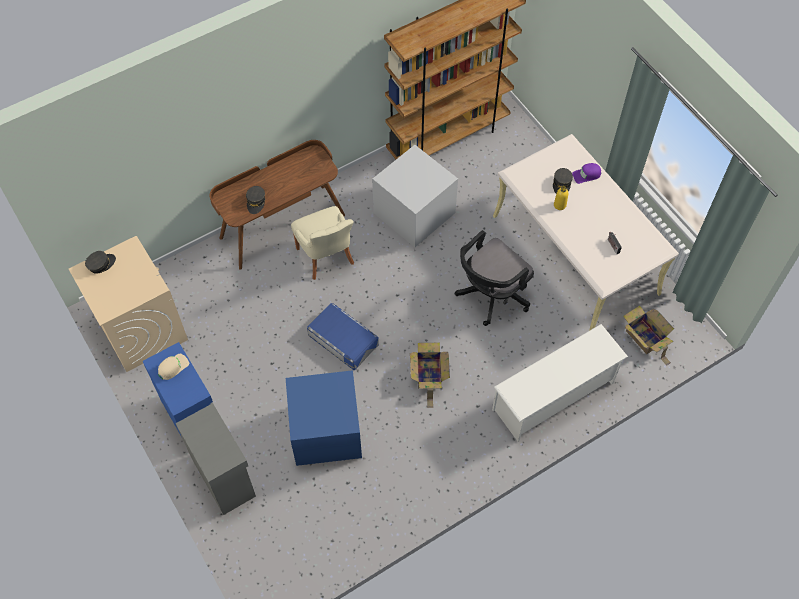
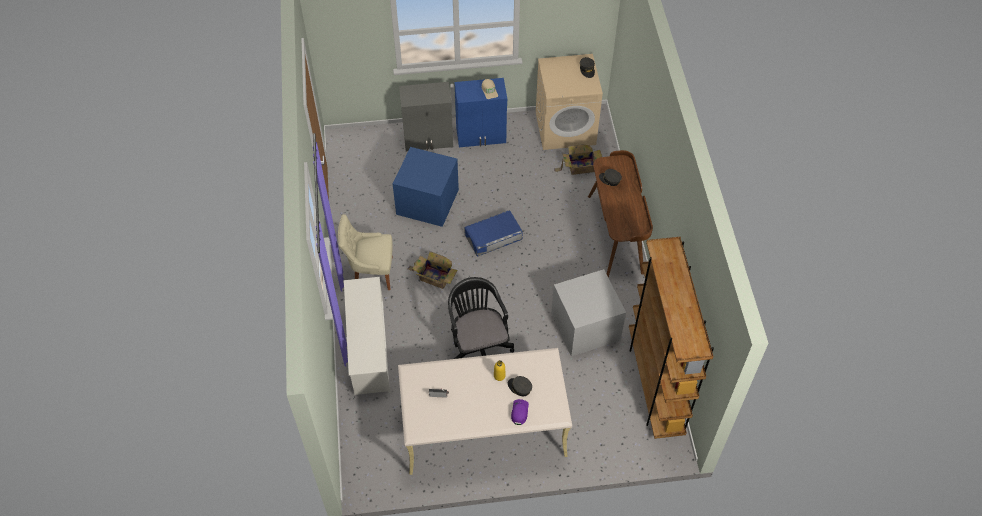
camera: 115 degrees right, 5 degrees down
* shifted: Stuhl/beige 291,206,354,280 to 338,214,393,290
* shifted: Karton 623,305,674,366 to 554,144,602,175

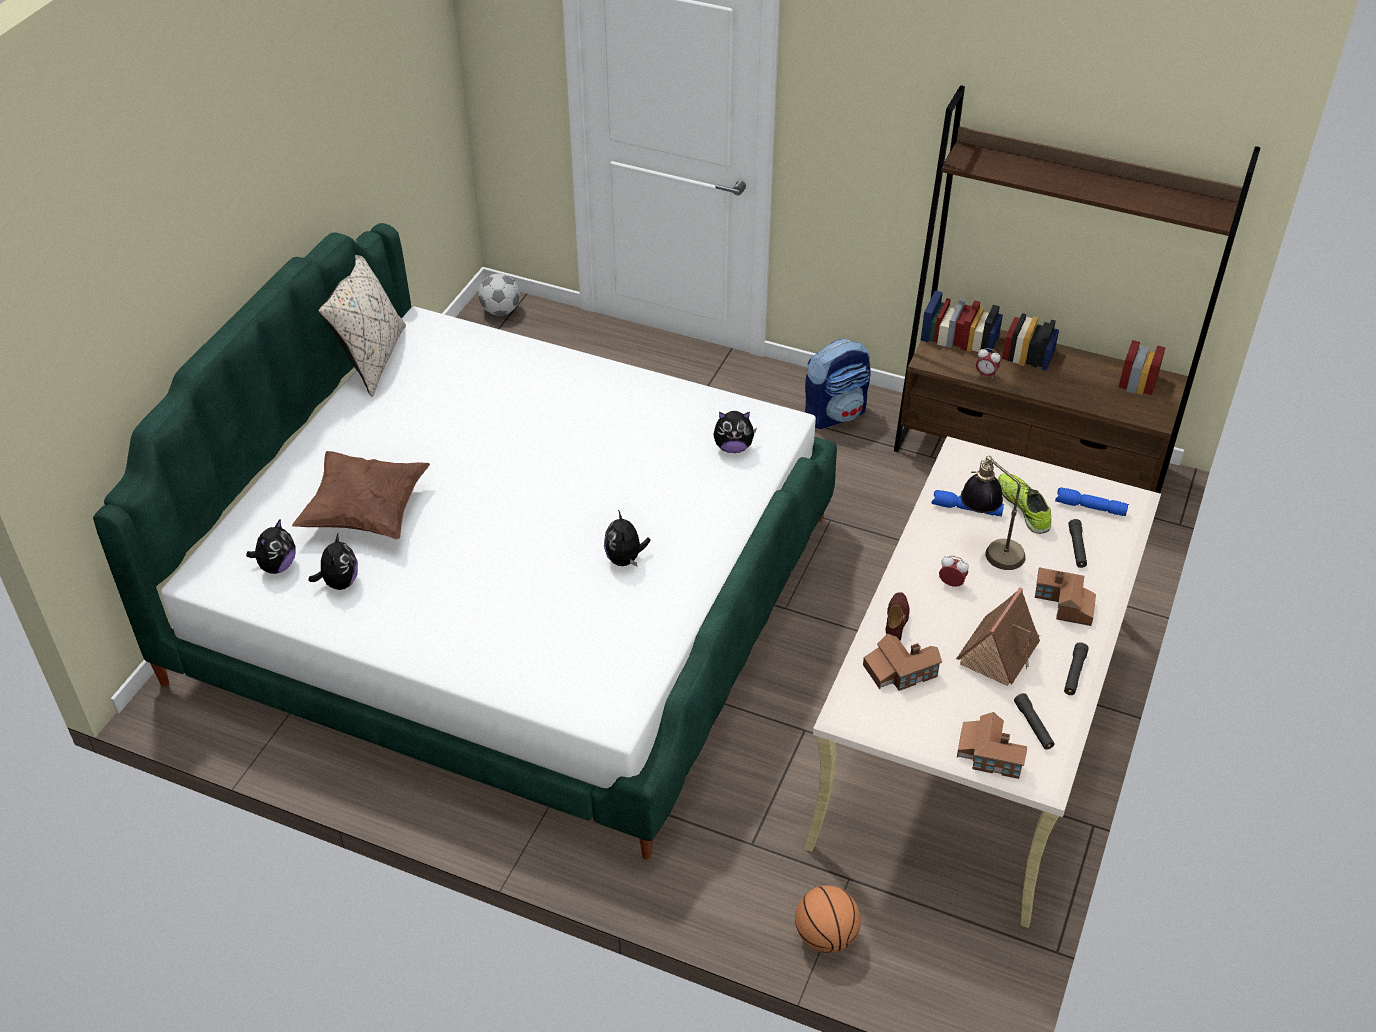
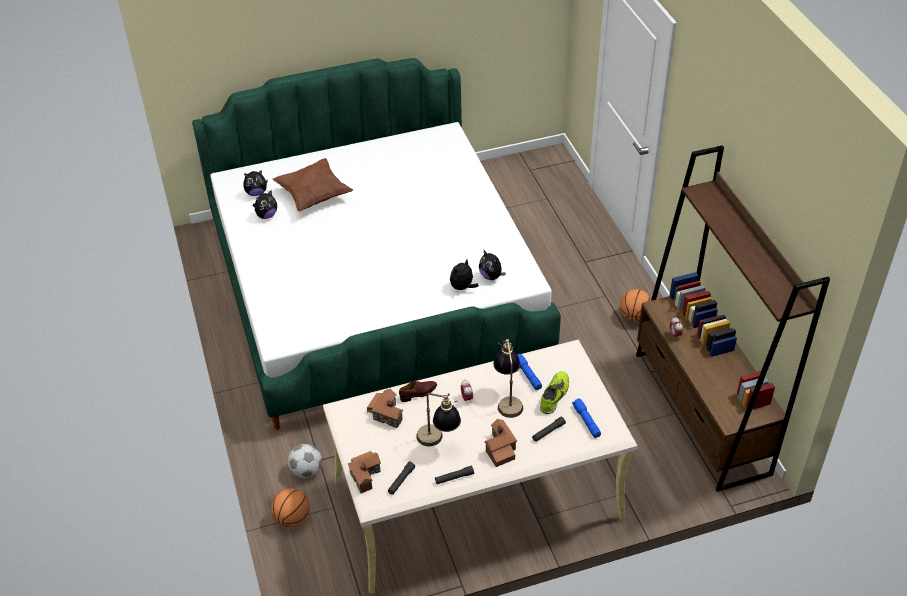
camera: 50 degrees right, 0 degrees up
* shifted: Fußball 478,273,520,315 to 288,444,322,478
* swapped: Spielzeughaus 956,587,1040,686 to Tischlampe 416,393,461,446
* shifted: Plüschtier 604,510,651,567 to 450,259,479,290
* swapped: Rucksack 805,339,871,429 to Basketball 620,289,651,322
* gone: Kissen/beige 318,240,406,397

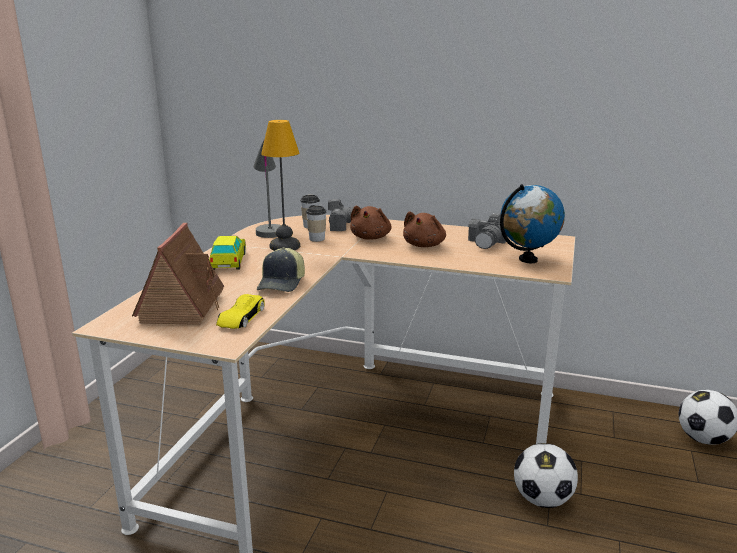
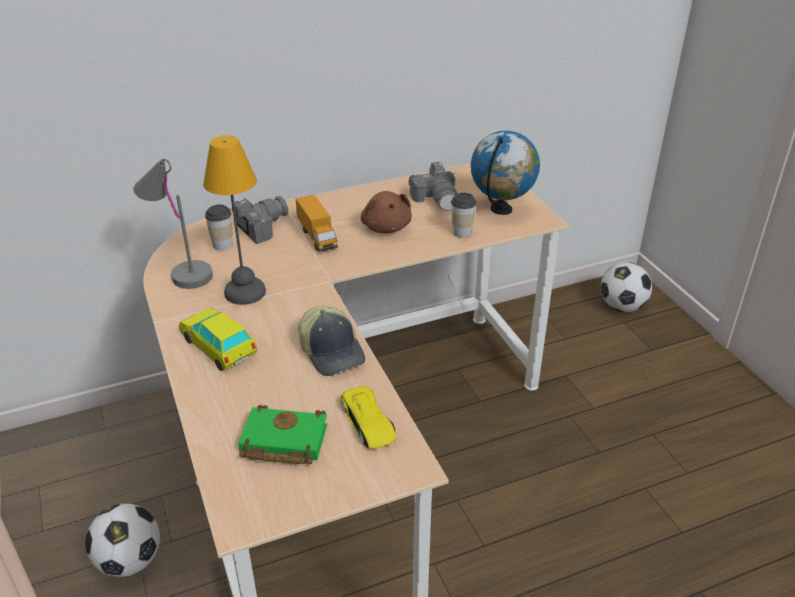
camera: 40 degrees left, 15 degrees up
* shifted: Fußball 514,443,578,508 to 85,504,160,577
* swapped: Spielzeughaus 132,223,224,325 to Buch/grün 238,405,327,464
* swapped: Plüschtier/braun 350,206,392,240 to Spielzeuglaster 296,195,338,252
* shifted: Tasse 306,205,327,242 to 451,193,477,238

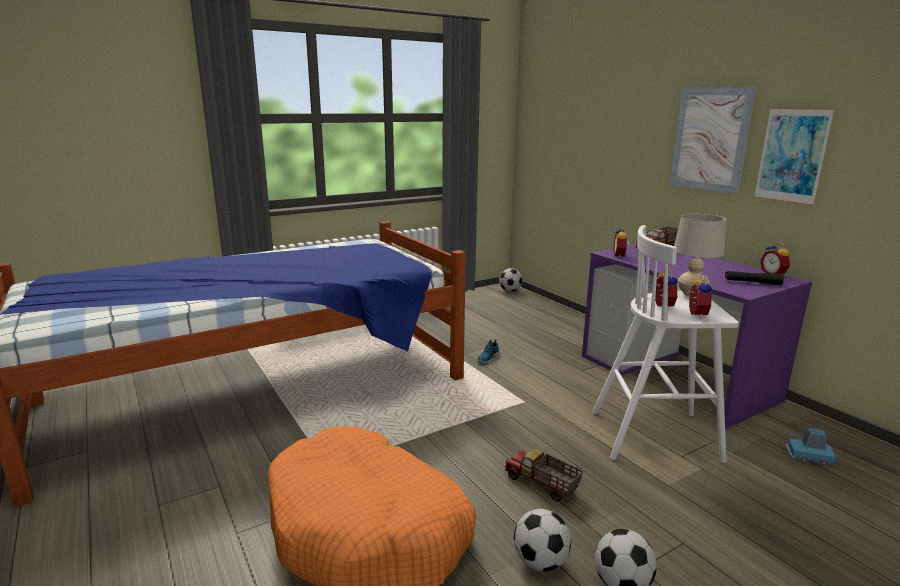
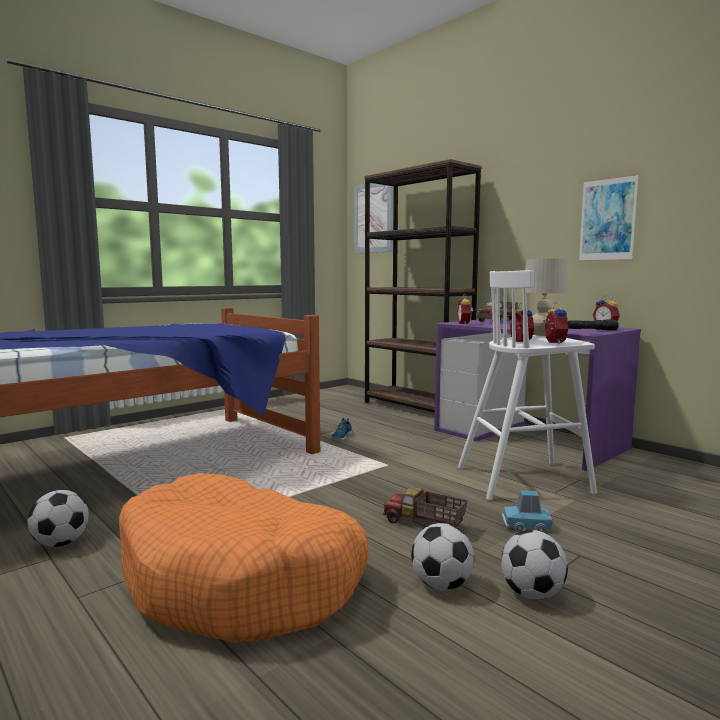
camera: 10 degrees left, 10 degrees down
* shifted: Fußball 499,268,522,292 to 27,490,89,547
* shifted: Bild 670,87,756,194 to 354,183,393,253
* new: Bücherregal/braun 365,159,482,413
* shifted: Spielzeugauto/blau 786,428,836,466 to 502,490,552,532

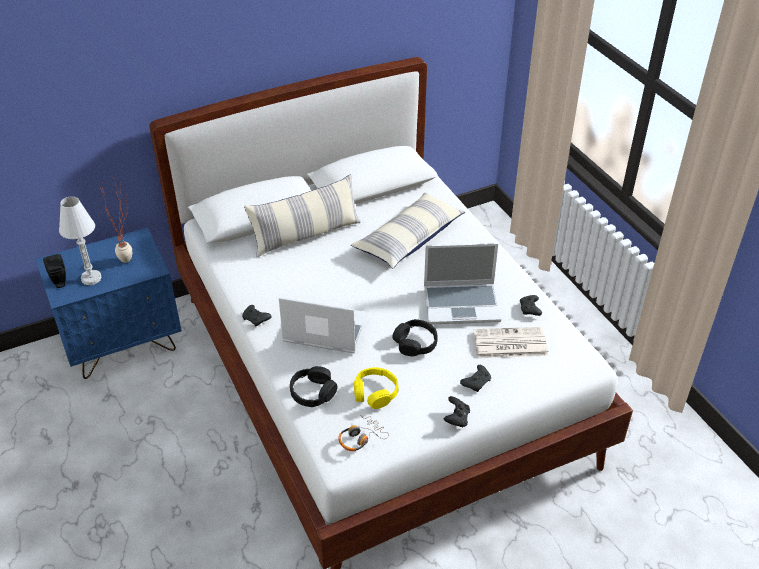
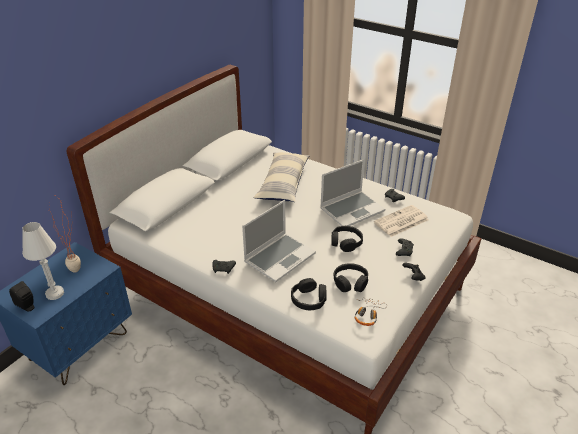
camera: 30 degrees left, 5 degrees down
* rotated: Laptop 279,297,368,353 = 242,200,316,282 150 degrees clockwise
* repainted: Kopfhörer/gelb 354,367,399,409 to Kopfhörer/schwarz 334,263,368,292
* gone: Kissen 244,174,361,257

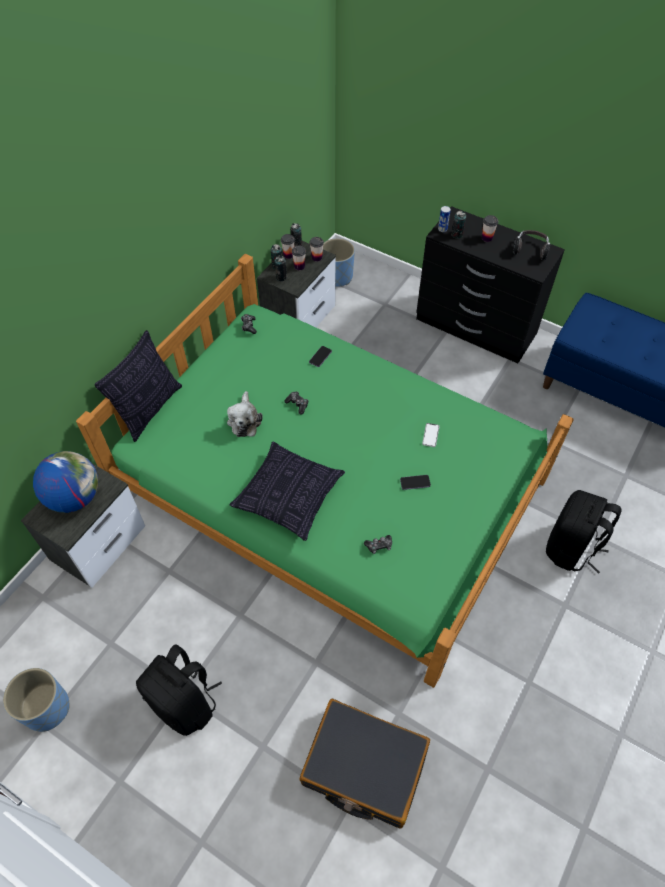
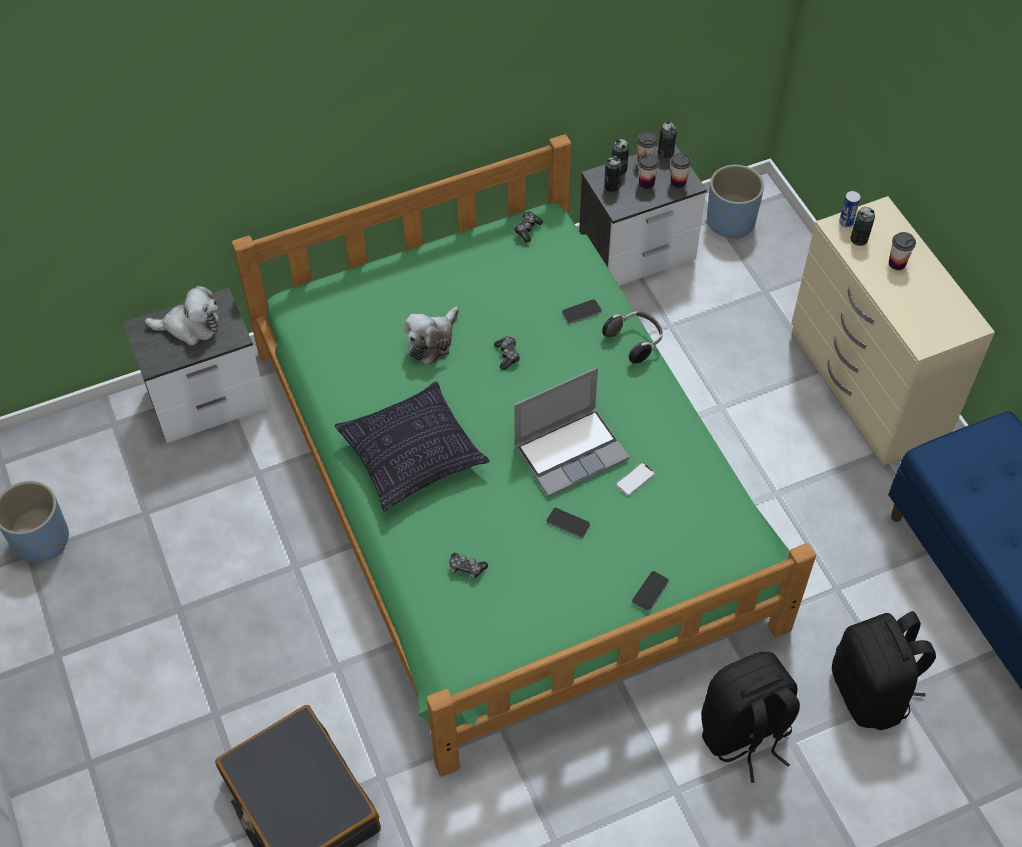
camera: 35 degrees right, 0 degrees up
* swapped: Globus 33,451,98,513 to Plüschtier 145,286,219,346
* new: Laptop 514,367,630,497
* shifted: Kopfhörer 513,230,551,260 to 602,311,663,364
* new: Handy 632,571,669,611
* repainted: Kommode/schwarz 416,206,565,363 to Kommode/beige 791,196,995,466
* shifted: Rucksack/schwarz 136,644,222,736 to 832,611,936,730
* gone: Kissen 94,330,182,442

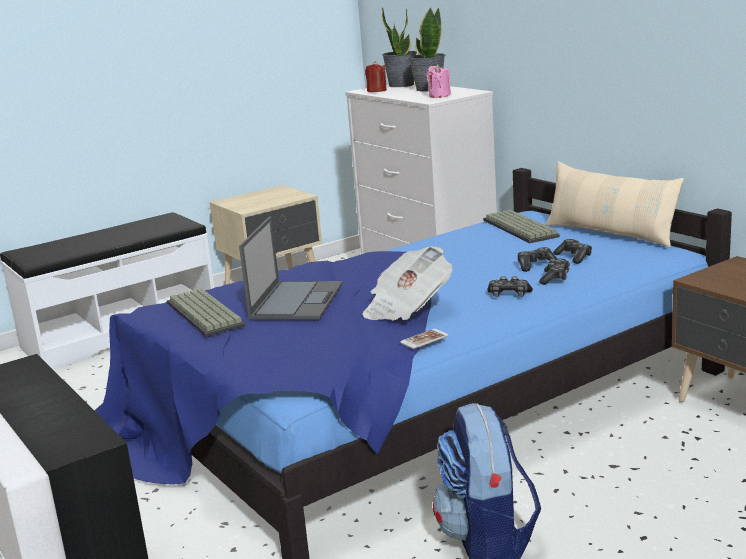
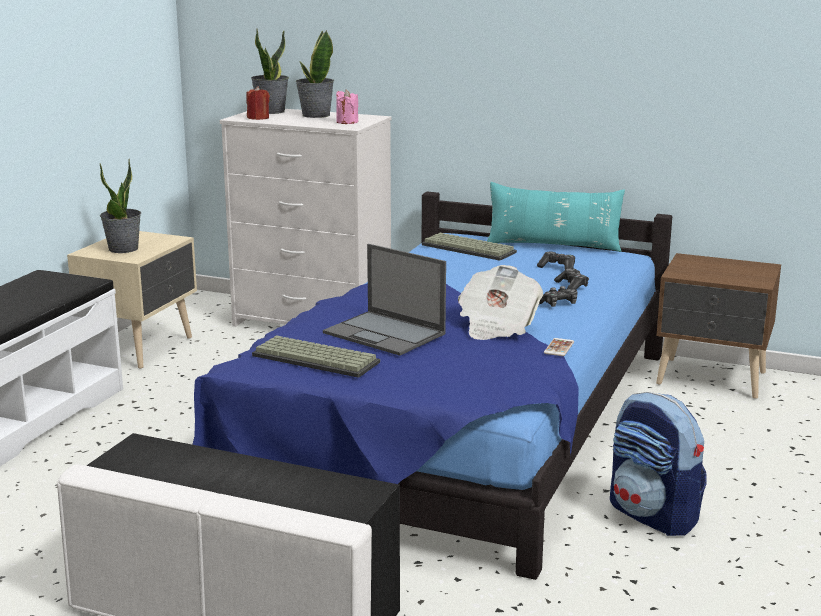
camera: 35 degrees left, 0 degrees up
* new: Topfpflanze 100,159,141,253
* rotated: Laptop 239,216,343,319 = 323,244,446,356 150 degrees clockwise
* repainted: Kissen/beige 545,161,684,248 to Kissen/türkis 487,182,625,252
* gone: Gamepad 518,247,557,272

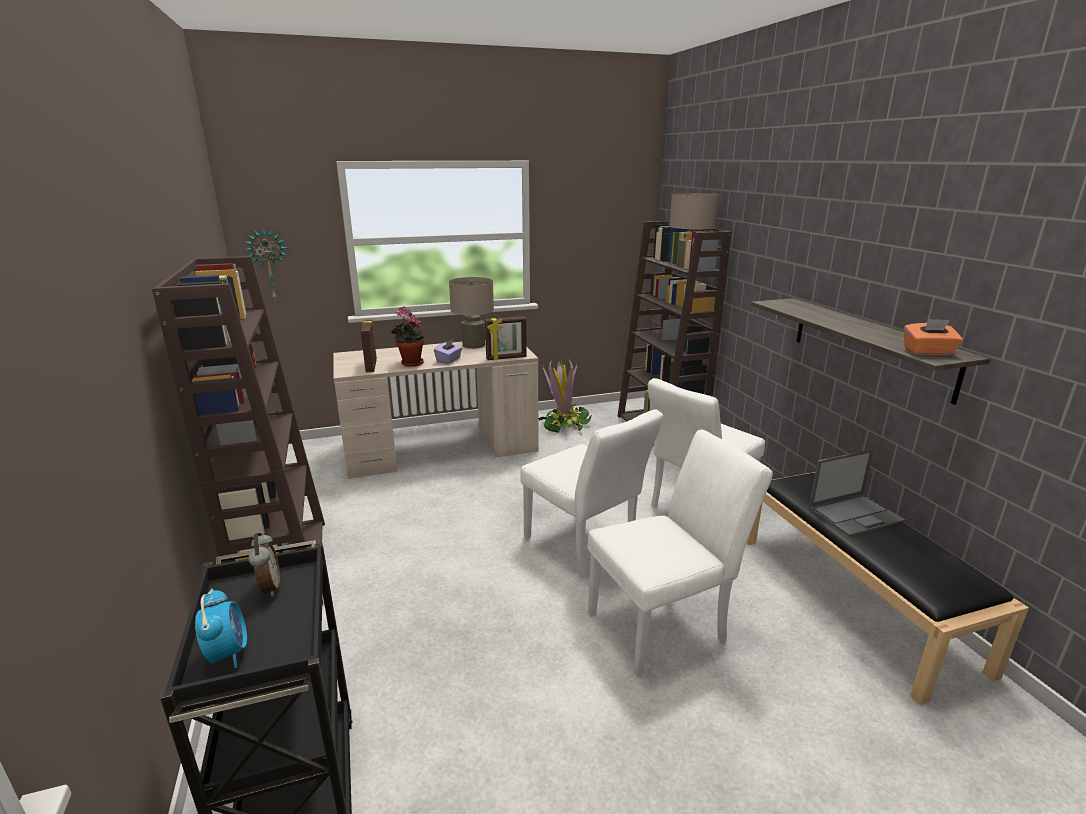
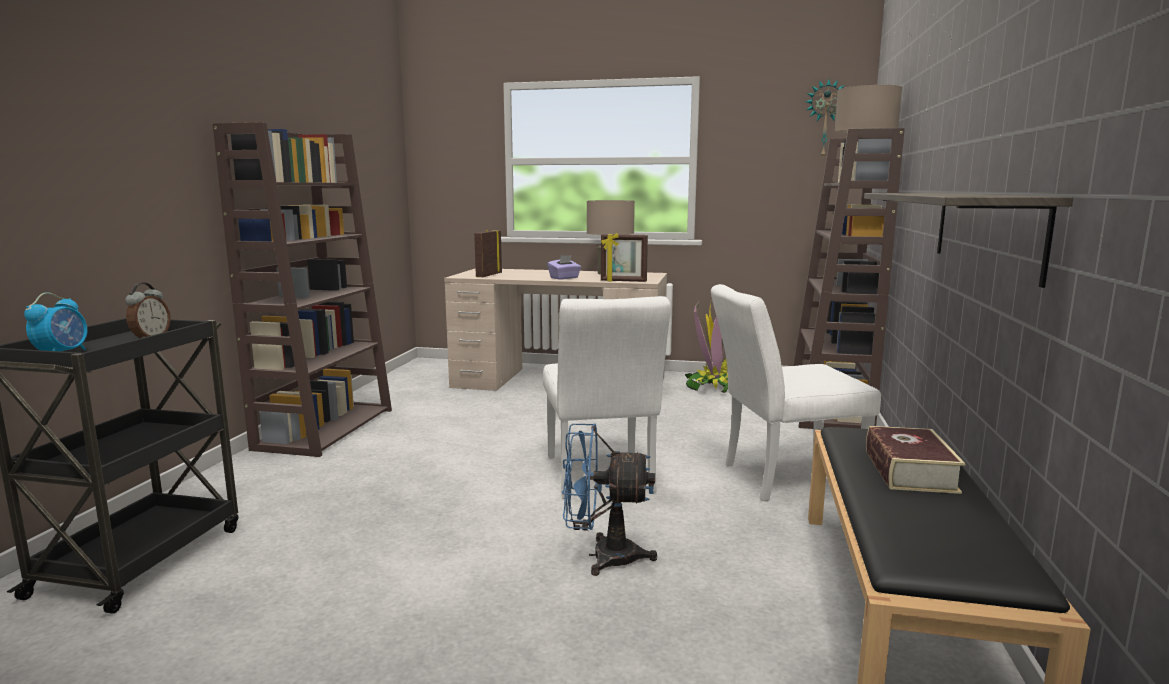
camera: 30 degrees right, 10 degrees down
* swapped: Stuhl/weiß 587,430,773,678 to Ventilator/blau 562,424,657,576
* shifted: Wanduhr 245,229,287,299 to 805,79,844,157
* swapped: Laptop 808,449,905,537 to Buch 866,426,966,494
* gone: Topfpflanze 390,306,425,367
* gone: Taschentuchbox/orange 904,319,963,356

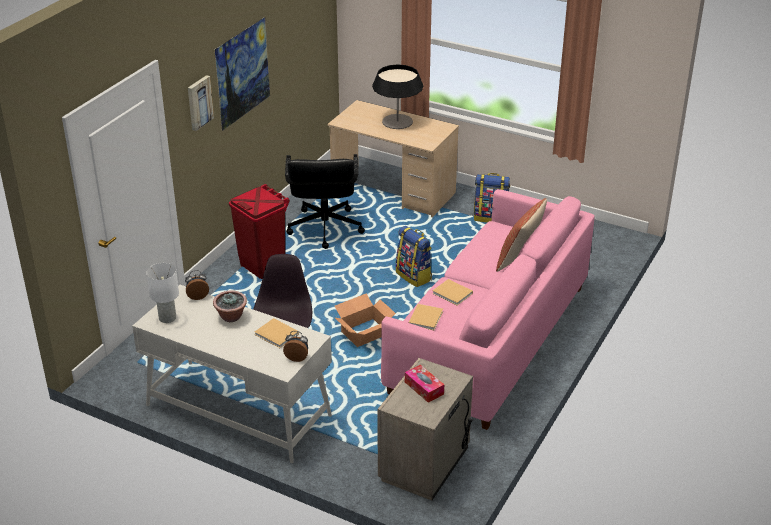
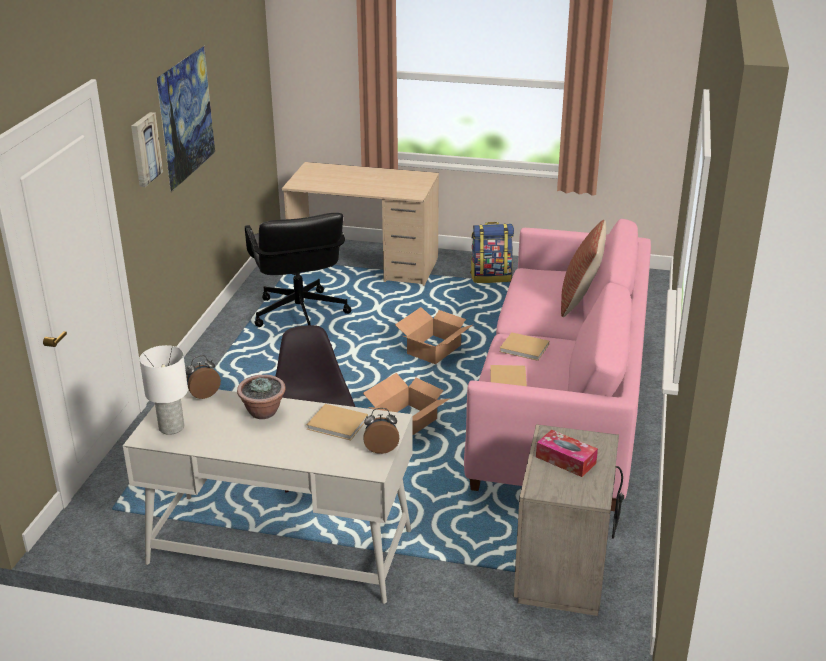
camera: 15 degrees left, 5 degrees down
* swapped: Rucksack 396,226,432,287 to Karton 395,307,474,364
* gone: Mülleimer/rot 229,184,290,279
* gone: Tischlampe 372,64,423,129

